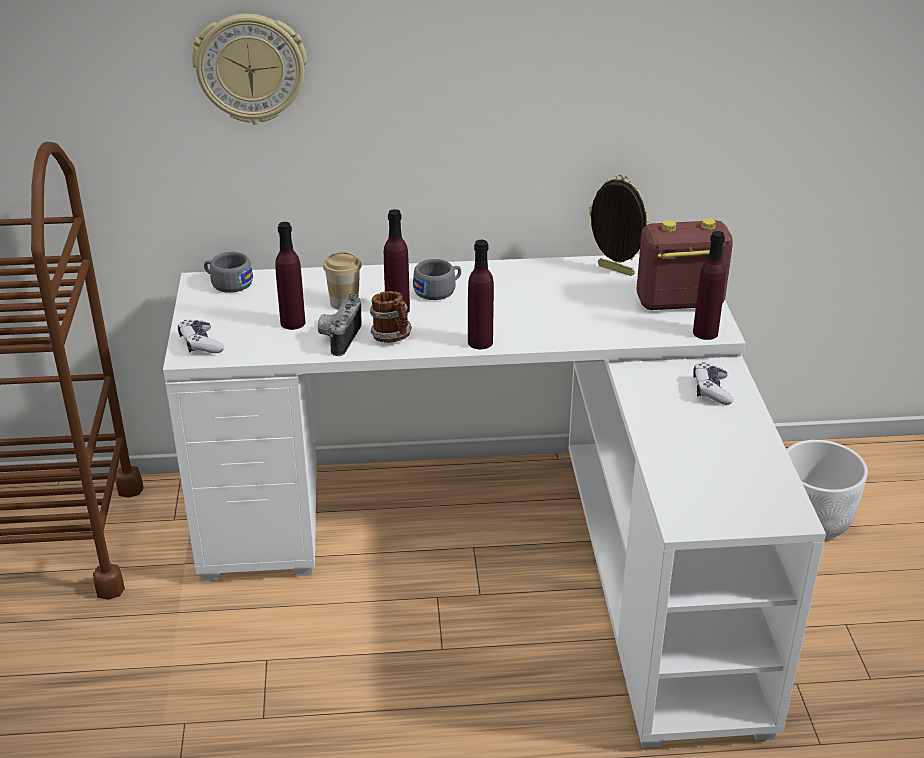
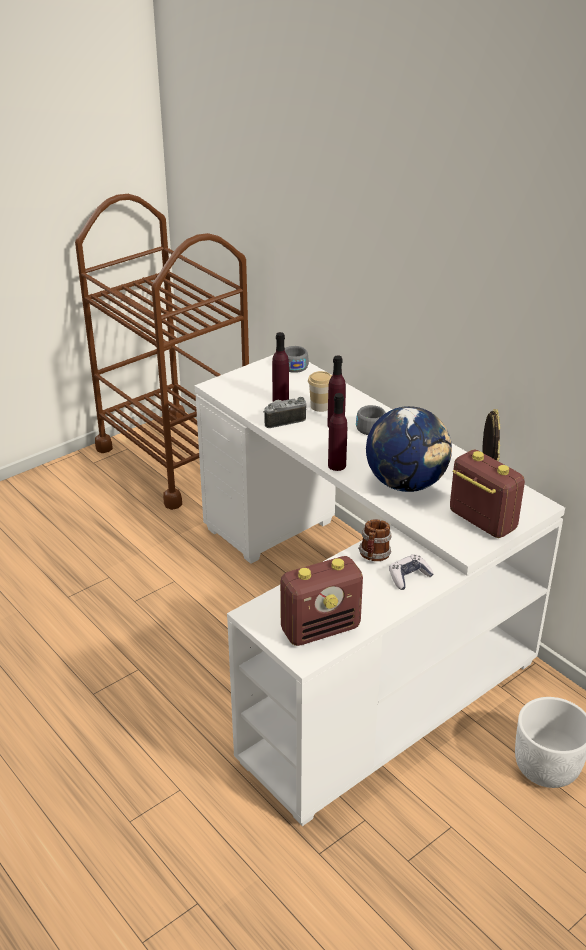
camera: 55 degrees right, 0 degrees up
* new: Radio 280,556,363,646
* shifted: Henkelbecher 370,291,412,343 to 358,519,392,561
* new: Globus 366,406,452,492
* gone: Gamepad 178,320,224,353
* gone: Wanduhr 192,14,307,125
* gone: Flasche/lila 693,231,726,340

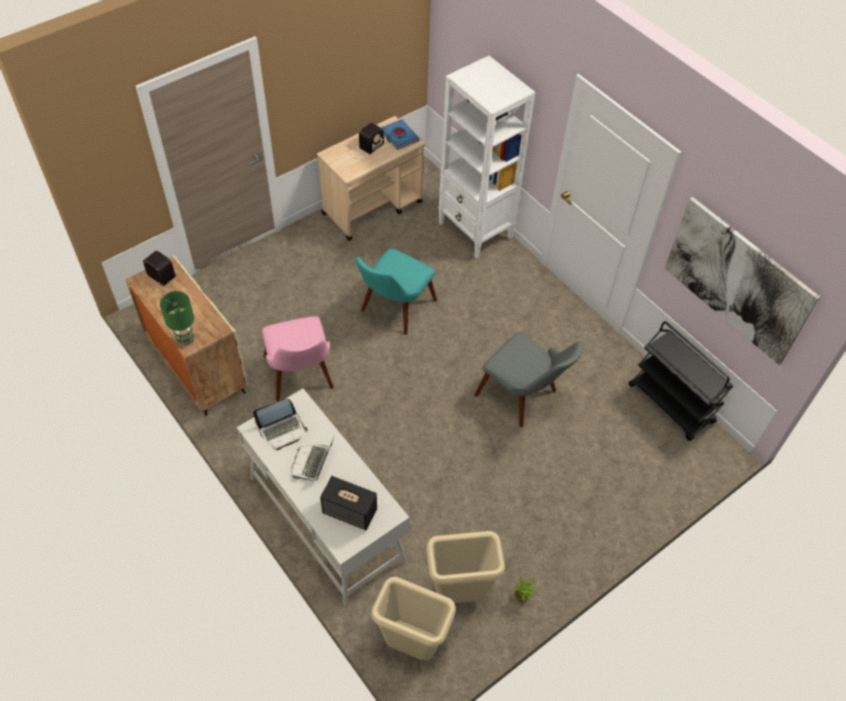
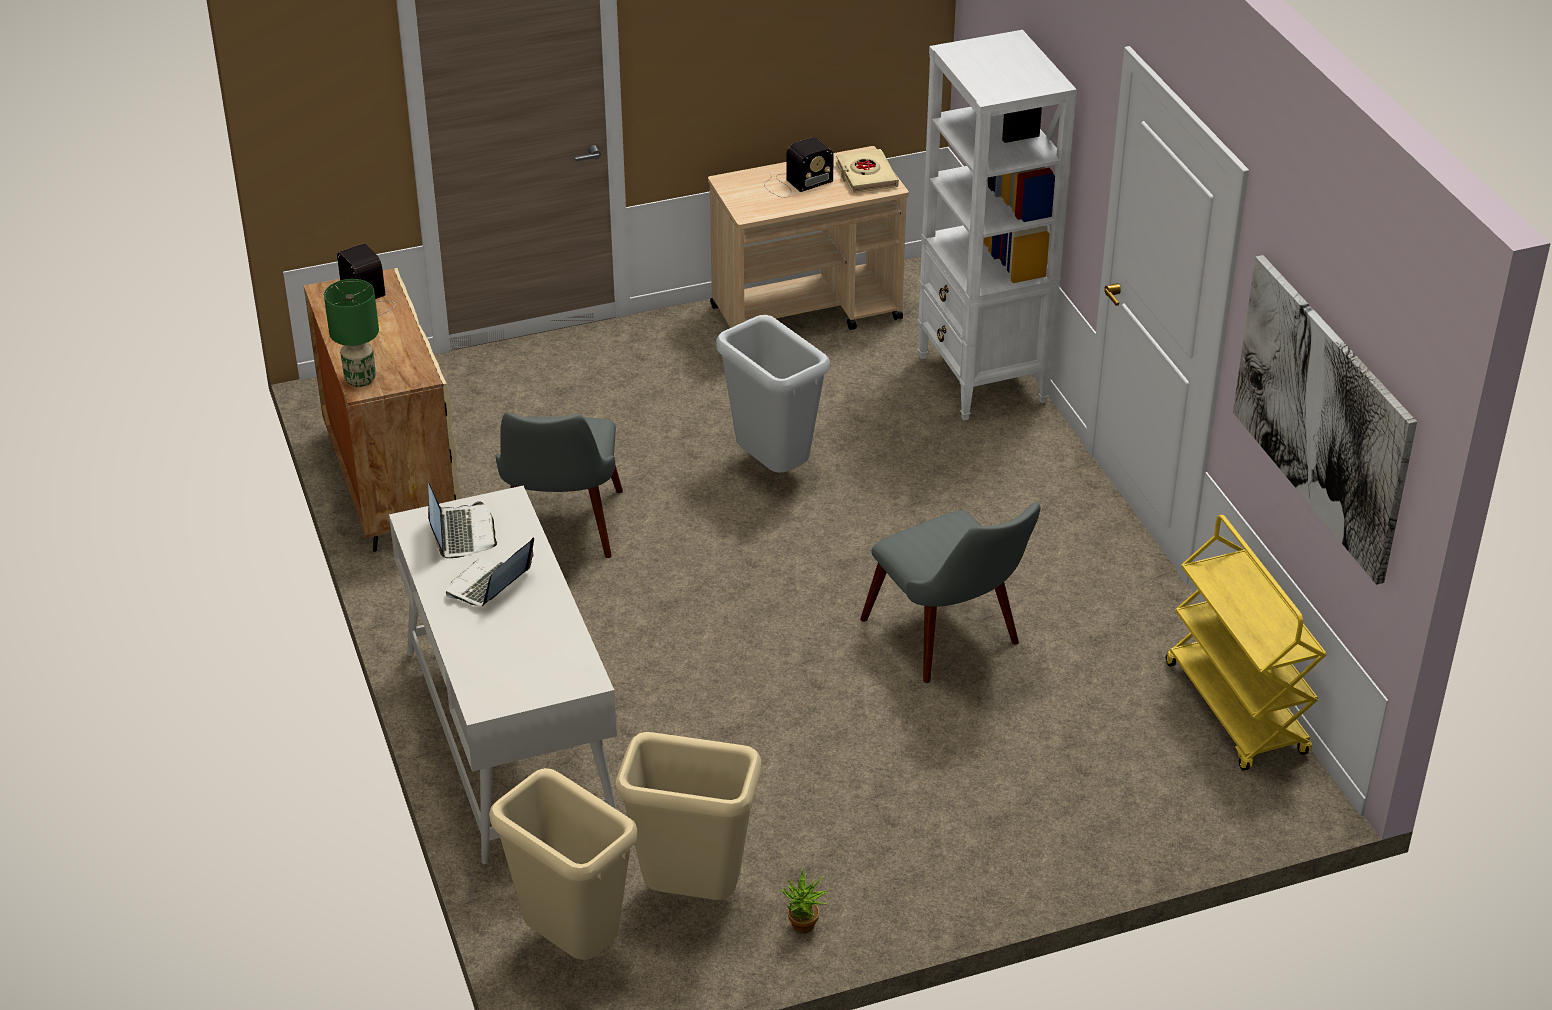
camera: 20 degrees right, 15 degrees down
* rotated: Laptop 253,398,308,450 = 428,483,497,558 90 degrees counterclockwise
* repainted: Stuhl/rosa 262,316,334,401 to Stuhl/grau 496,412,623,558
* swapped: Stuhl/türkis 355,249,437,335 to Mülleimer/grau 716,315,830,473
* repainted: Buch/blau 381,119,419,150 to Buch/beige 836,149,899,193
* repainted: Rollwagen/schwarz 629,321,734,441 to Rollwagen/gelb 1166,515,1327,771
* gone: Lautsprecher 320,476,377,530

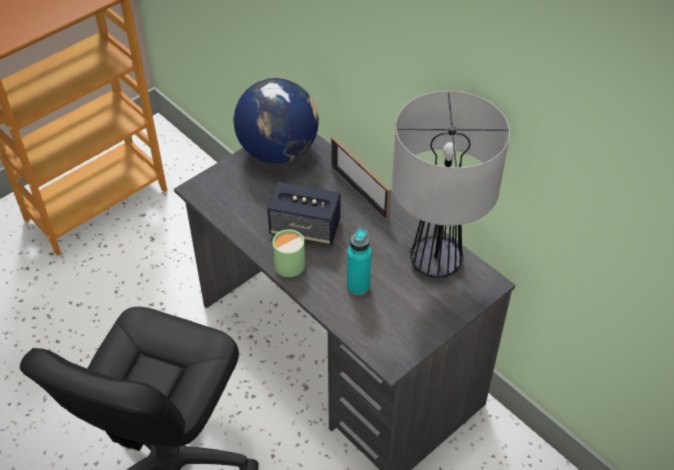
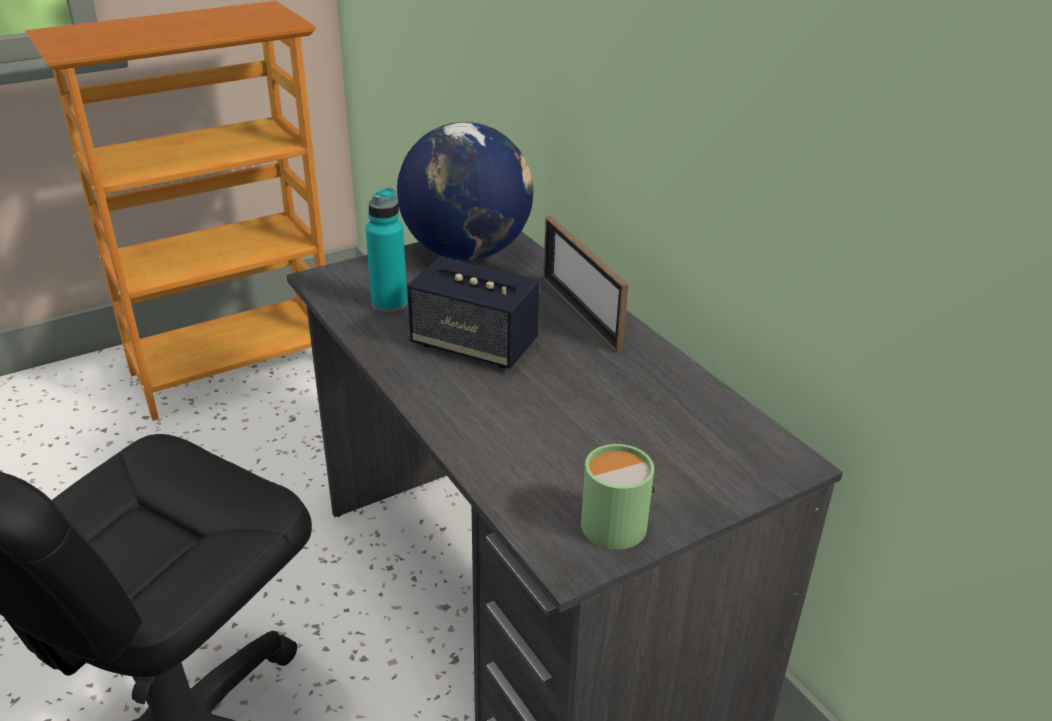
camera: 10 degrees right, 15 degrees down
* shifted: Flasche/türkis 347,228,371,295 to 366,188,407,312
* shifted: Henkelbecher/grün 273,229,306,277 to 581,444,655,549
* gone: Tischlampe 392,91,510,278

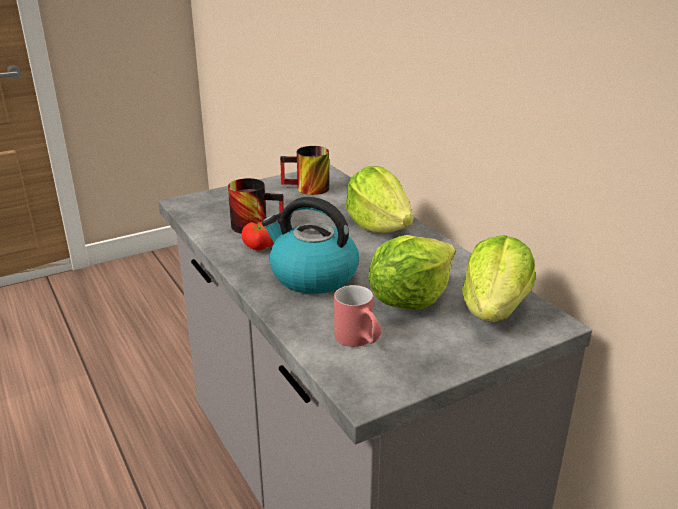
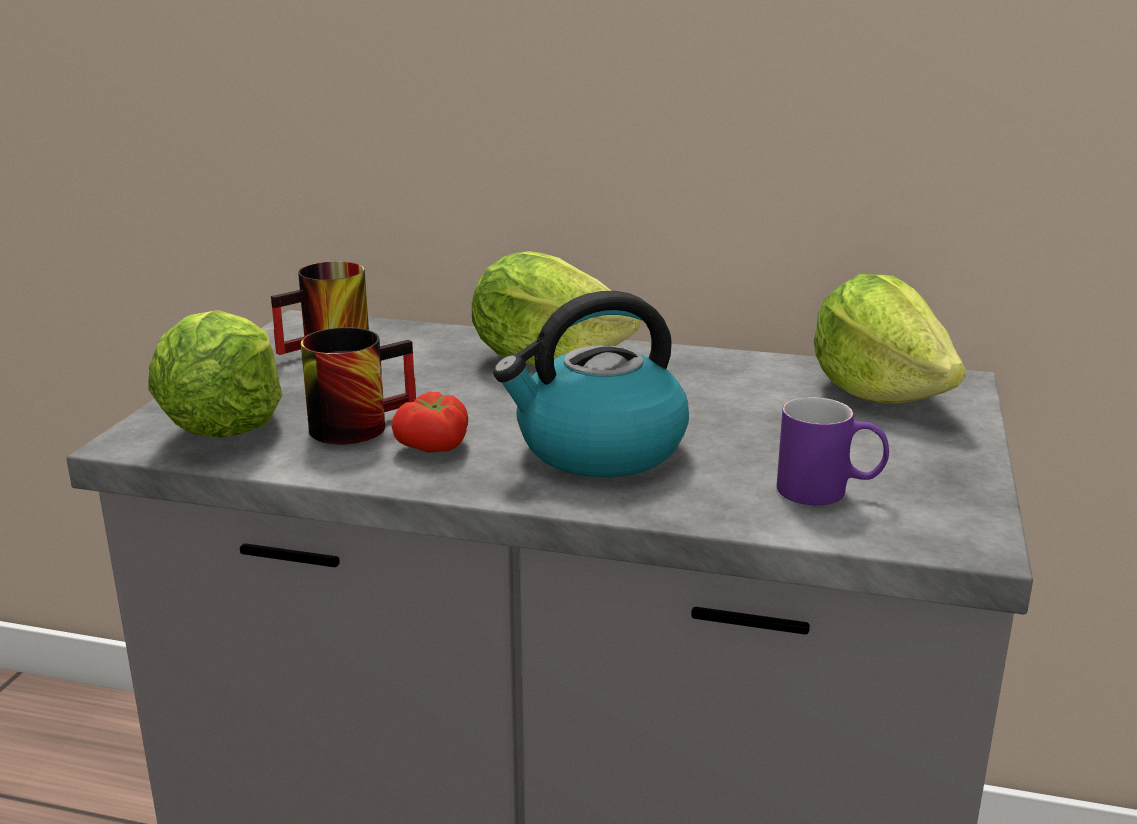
camera: 45 degrees left, 5 degrees down
* shifted: Salatkopf 368,235,455,310 to 148,310,282,438
* repainted: Henkelbecher/rot 334,285,382,347 to Henkelbecher/lila 777,397,889,505

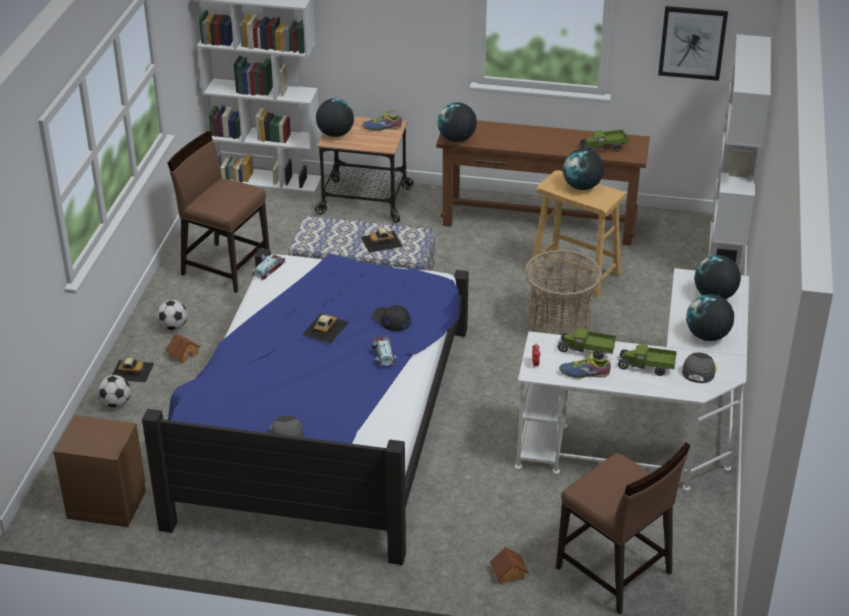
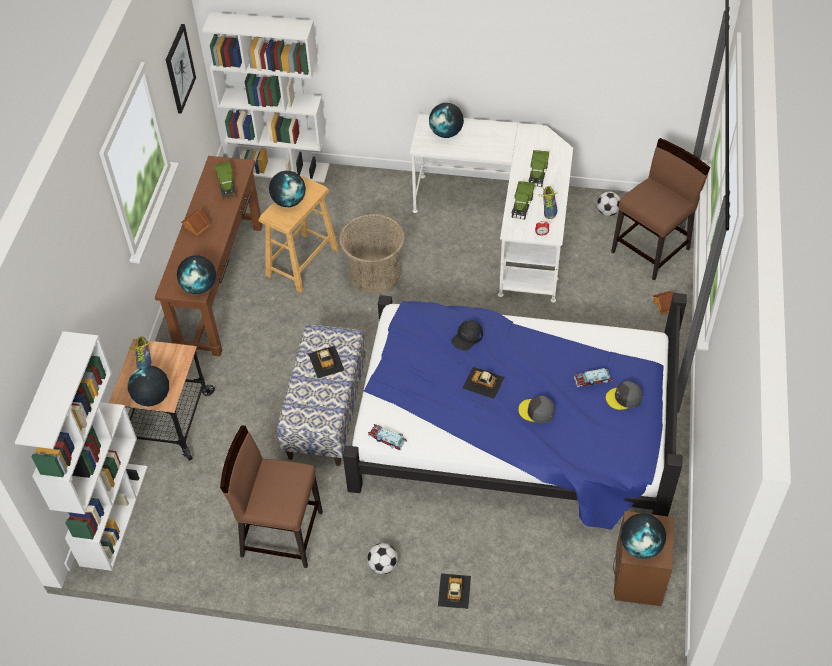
camera: 90 degrees left, 15 degrees up
* shifted: Spielzeughaus 166,333,200,364 to 181,209,211,236
* rotated: Stuhl/braun 167,131,270,293 = 220,425,323,568 75 degrees clockwise
* shifted: Kappe/grau 682,352,717,383 to 518,396,555,424
* shifted: Spielzeugauto 372,336,398,367 to 574,368,612,387
* shifted: Fußball 97,375,131,408 to 597,191,621,216
* shifted: Globus 686,294,734,341 to 621,513,666,559

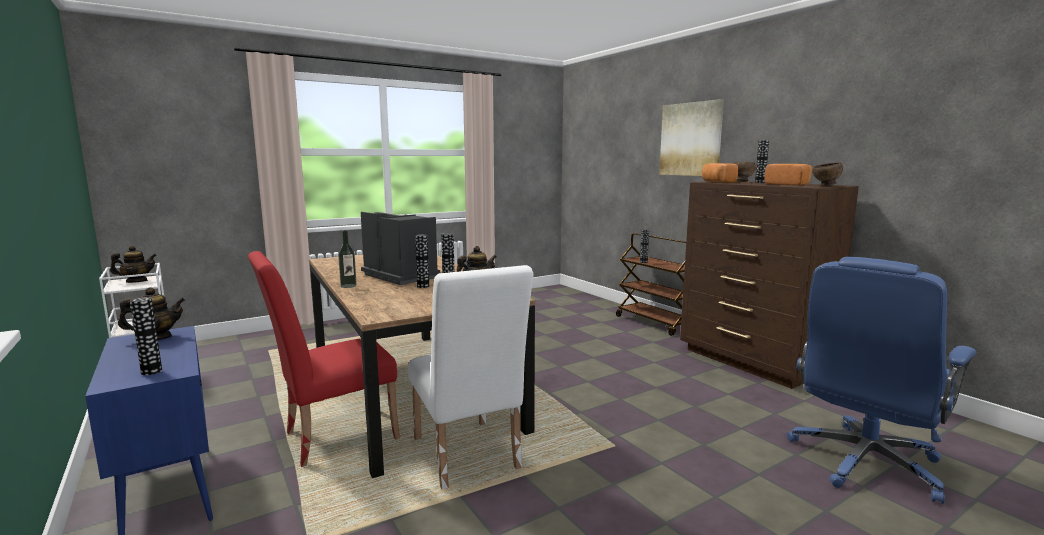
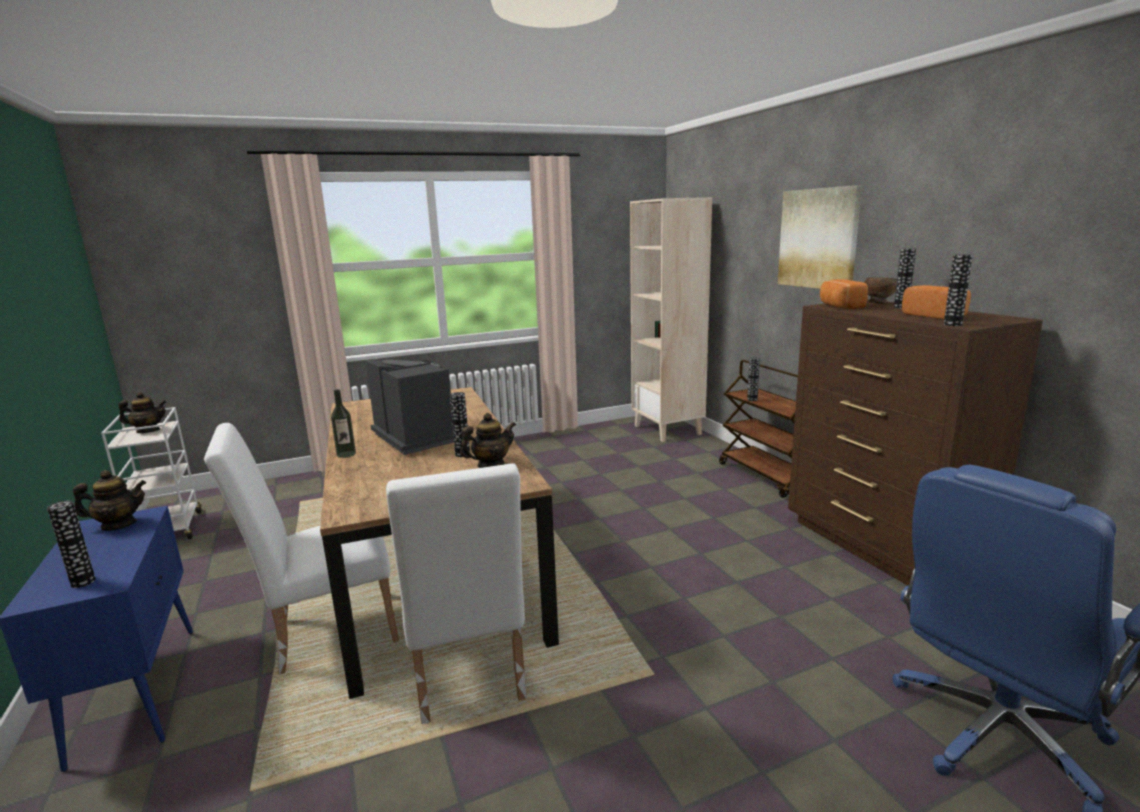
camera: 10 degrees right, 5 degrees up
* repainted: Stuhl/rot 248,251,400,467 to Stuhl/weiß 204,423,399,675
* new: Bücherregal/beige 630,197,712,442
* shifted: Vase 415,234,429,288 to 944,254,973,326
* gone: Schüssel/braun 812,162,843,186

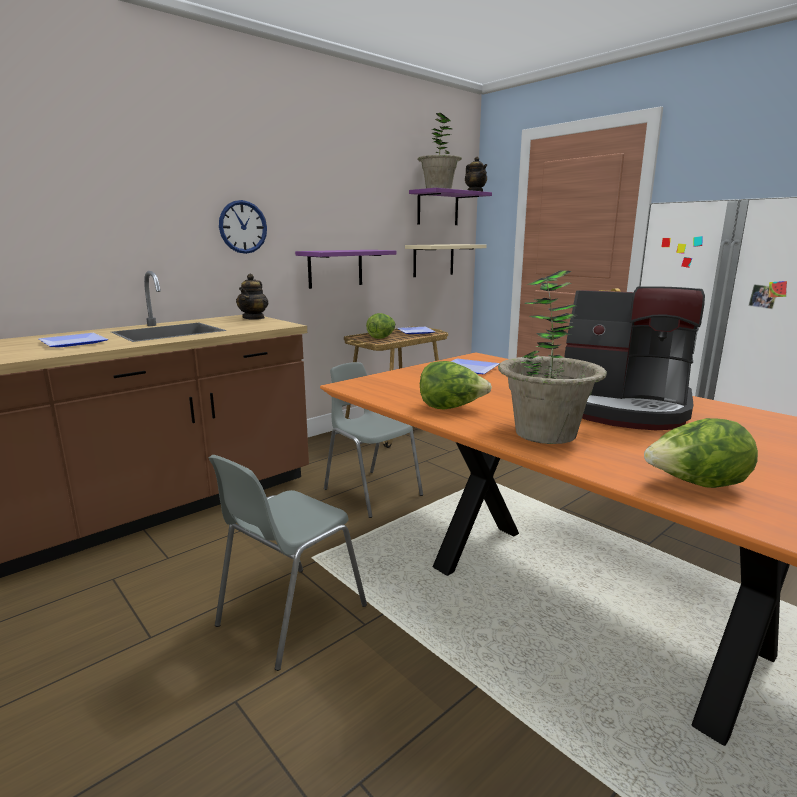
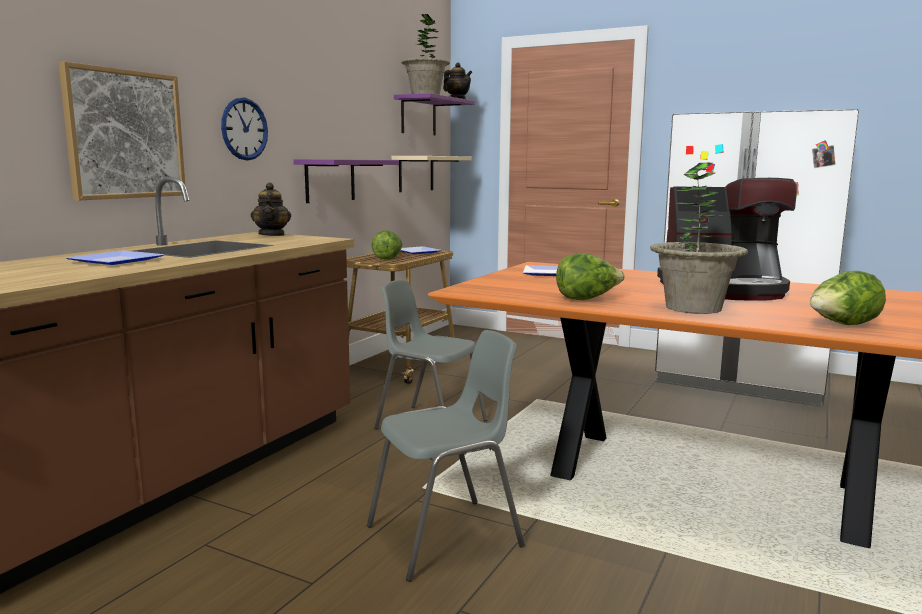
camera: 20 degrees left, 5 degrees down
* new: Bild 58,61,185,200
* rotated: Stuhl/grau 209,455,367,671 = 367,330,525,582 135 degrees counterclockwise

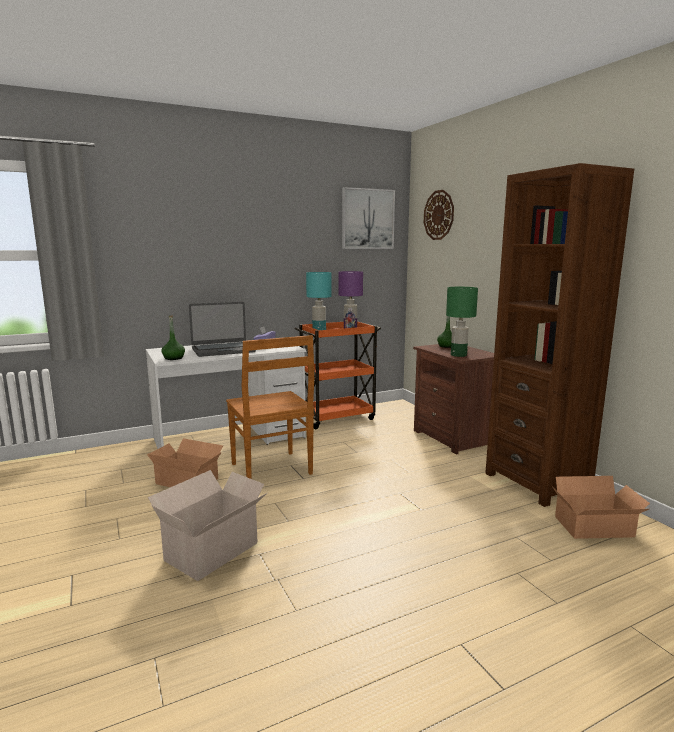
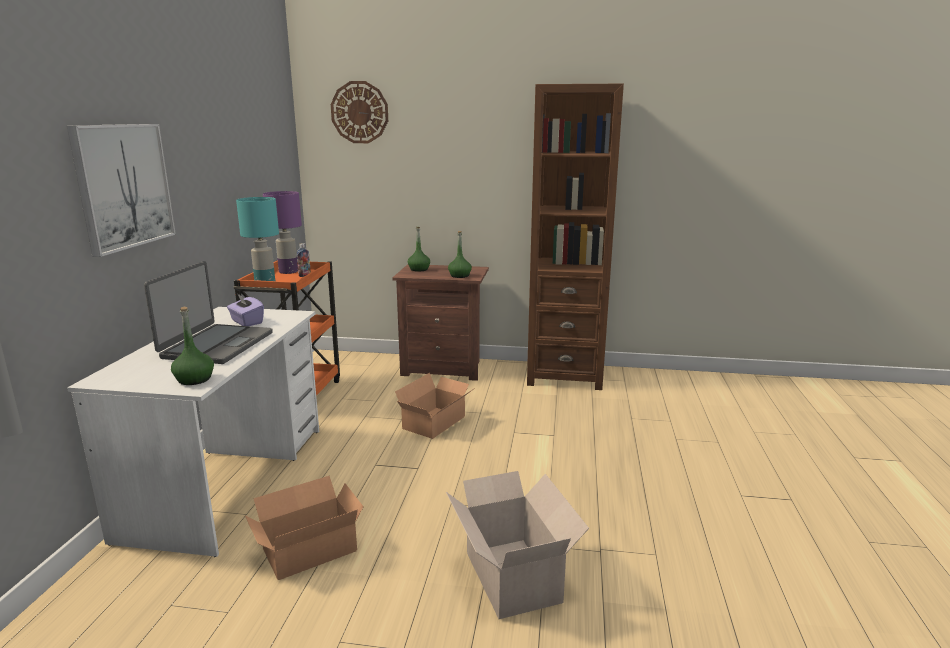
camera: 55 degrees left, 5 degrees up
* shifted: Bild 342,187,395,249 to 67,124,176,257
* shifted: Karton 552,476,650,539 to 395,373,475,439
* swapped: Tischlampe/grün 446,287,478,357 to Flasche/grün 448,231,472,278
* gone: Stuhl/braun 226,335,314,479

